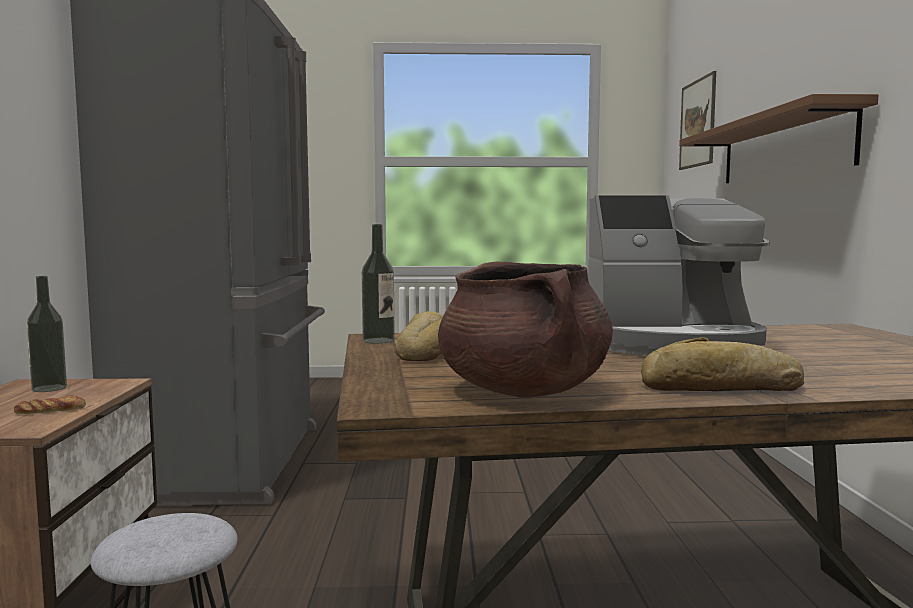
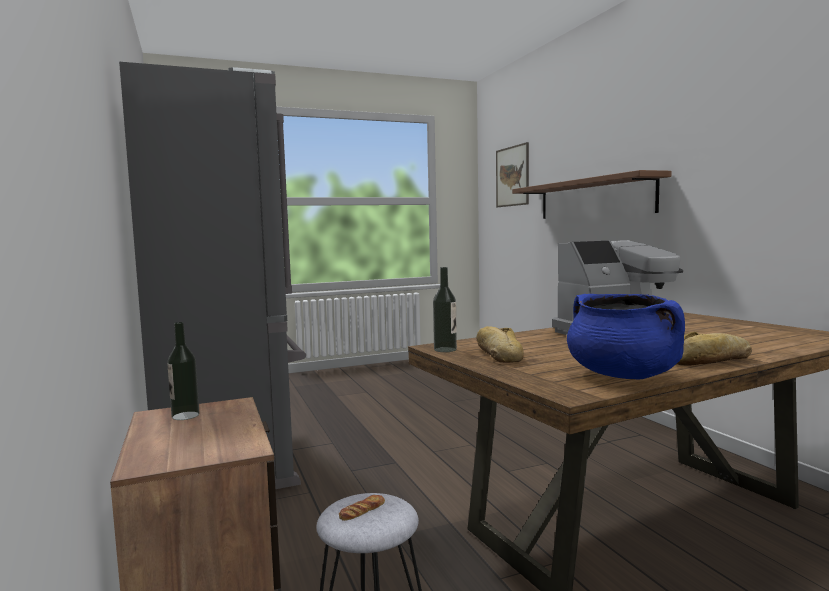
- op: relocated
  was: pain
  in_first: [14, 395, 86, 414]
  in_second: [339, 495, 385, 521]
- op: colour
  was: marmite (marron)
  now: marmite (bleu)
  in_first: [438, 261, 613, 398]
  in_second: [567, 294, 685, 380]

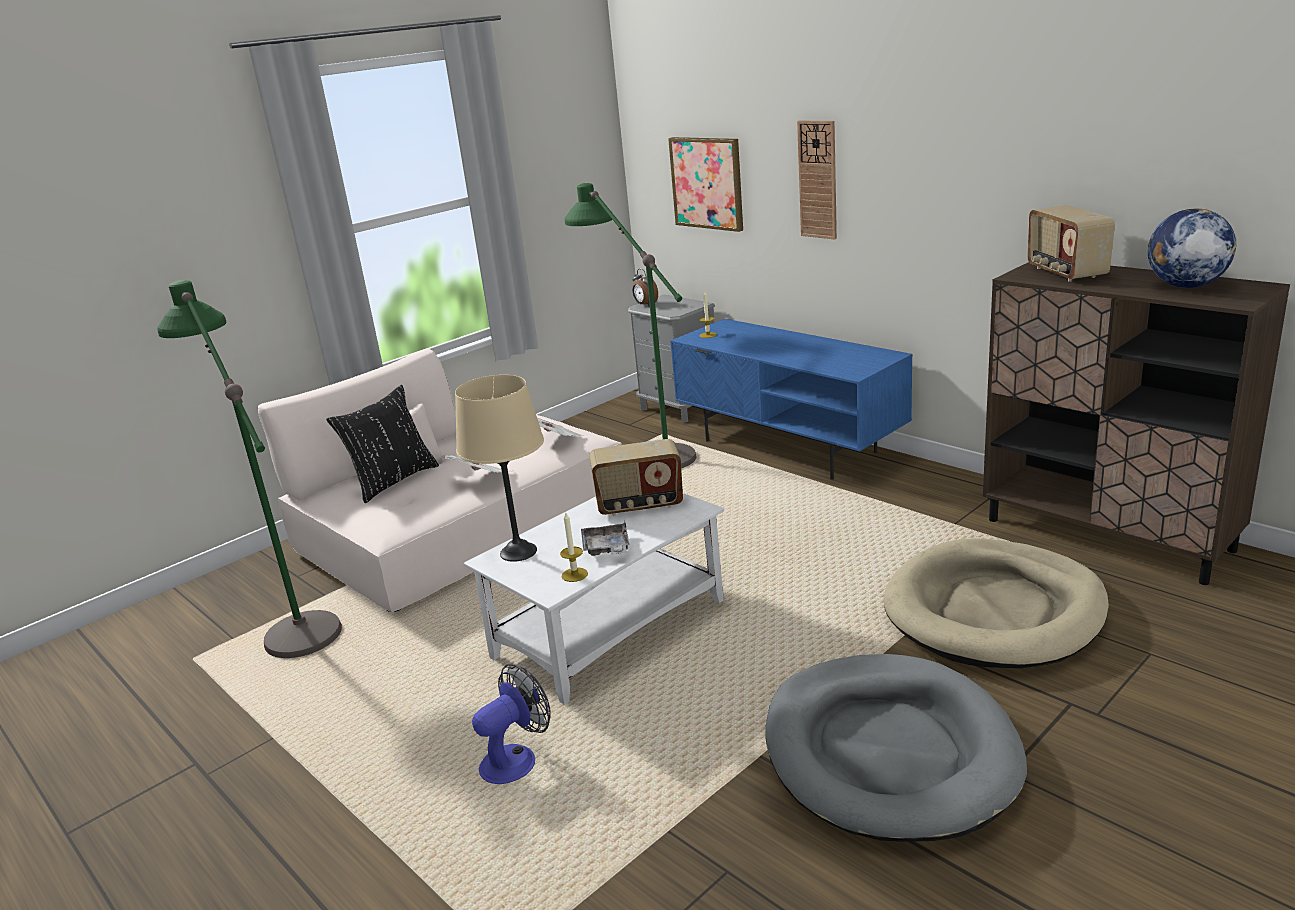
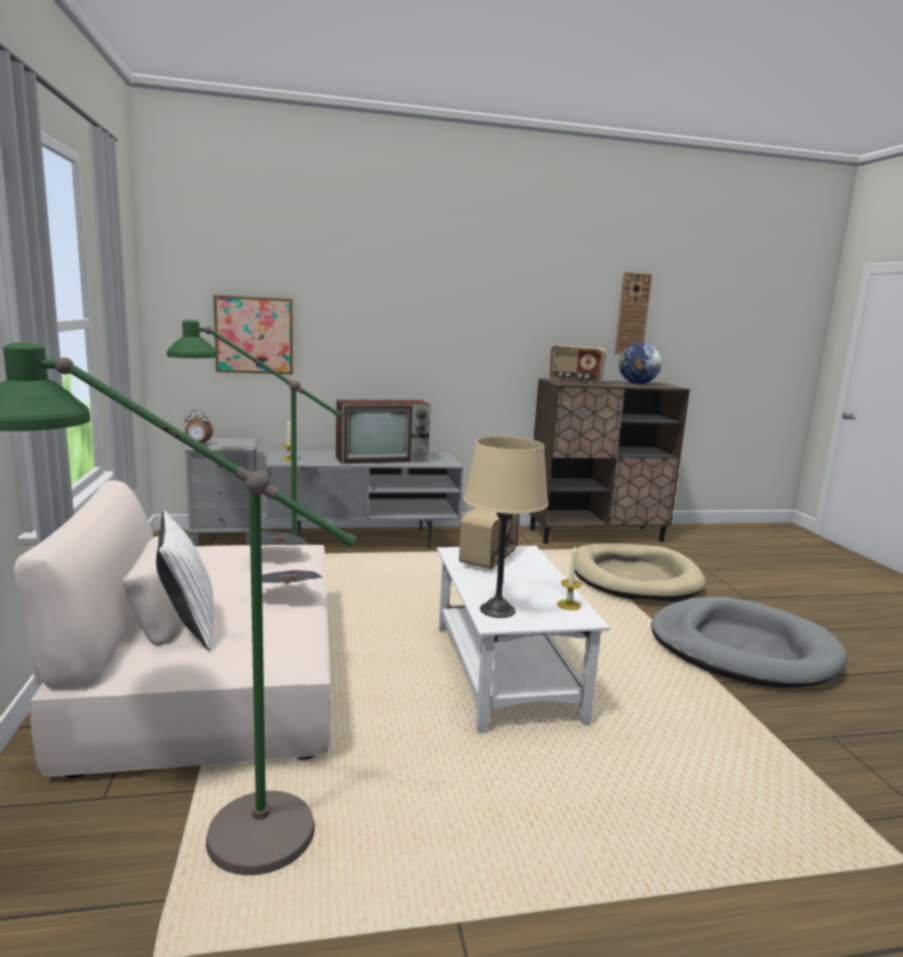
- op: missing
  was: ventilateur
  in_first: [472, 664, 551, 784]
- op: missing
  was: plateau (gris)
  in_first: [581, 520, 630, 556]
- op: appeared
  now: téléviseur
  in_second: [336, 400, 430, 464]
- op: relocated
  was: horloge murale
  in_first: [797, 121, 837, 239]
  in_second: [615, 272, 653, 355]
- op: colour
  was: coussin (noir)
  now: coussin (blanc)
  in_first: [326, 385, 439, 503]
  in_second: [156, 511, 214, 651]
- op: colour
  was: meuble télé (bleu)
  now: meuble télé (gris)
  in_first: [670, 319, 913, 479]
  in_second: [266, 450, 463, 549]

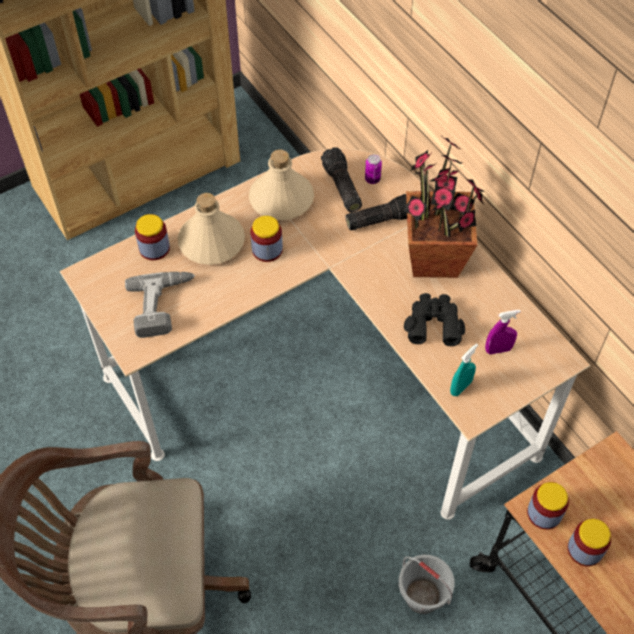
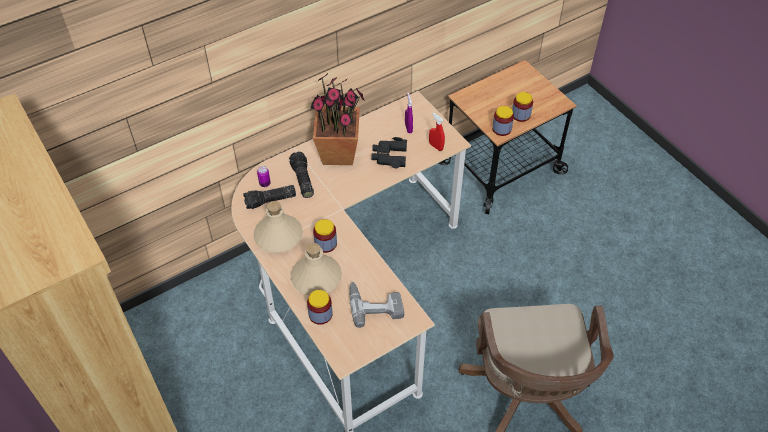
- op: missing
  was: seau (gris)
  in_first: [399, 554, 454, 614]
- op: colour
  was: vaporisateur (turquoise)
  now: vaporisateur (rouge)
  in_first: [450, 344, 478, 396]
  in_second: [429, 113, 445, 151]

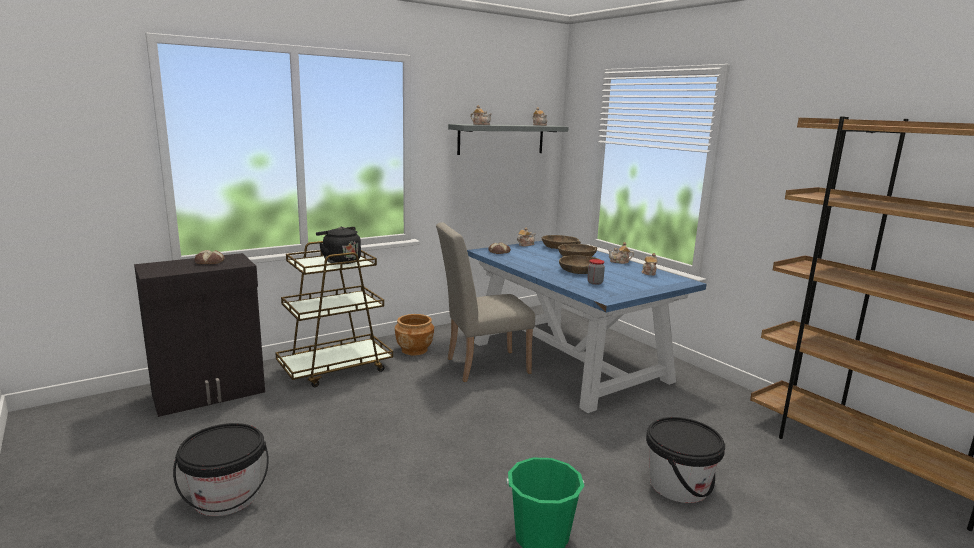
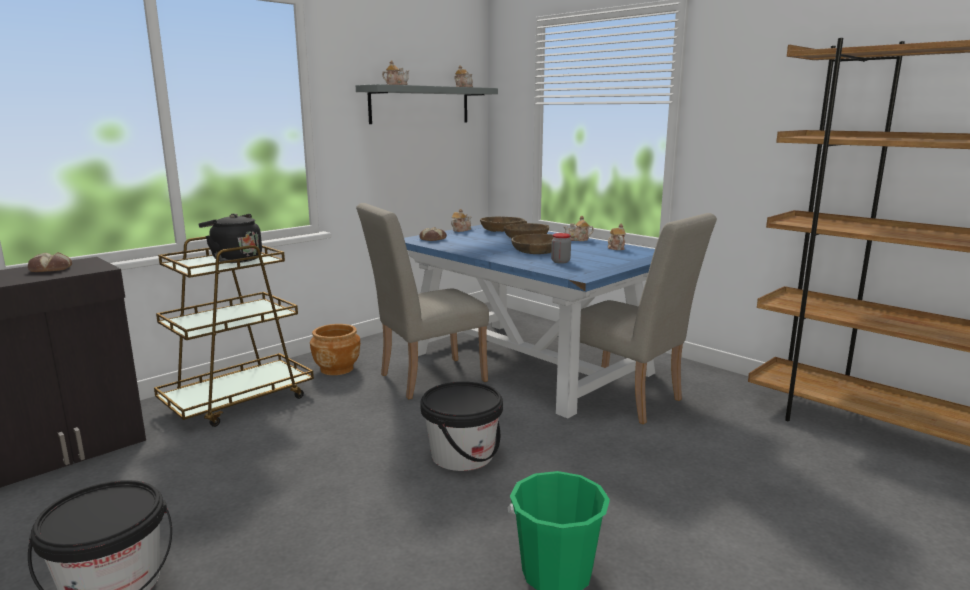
- op: appeared
  now: chaise (beige)
  in_second: [580, 213, 717, 424]
- op: relocated
  was: seau (noir)
  in_first: [646, 417, 725, 503]
  in_second: [420, 382, 503, 471]

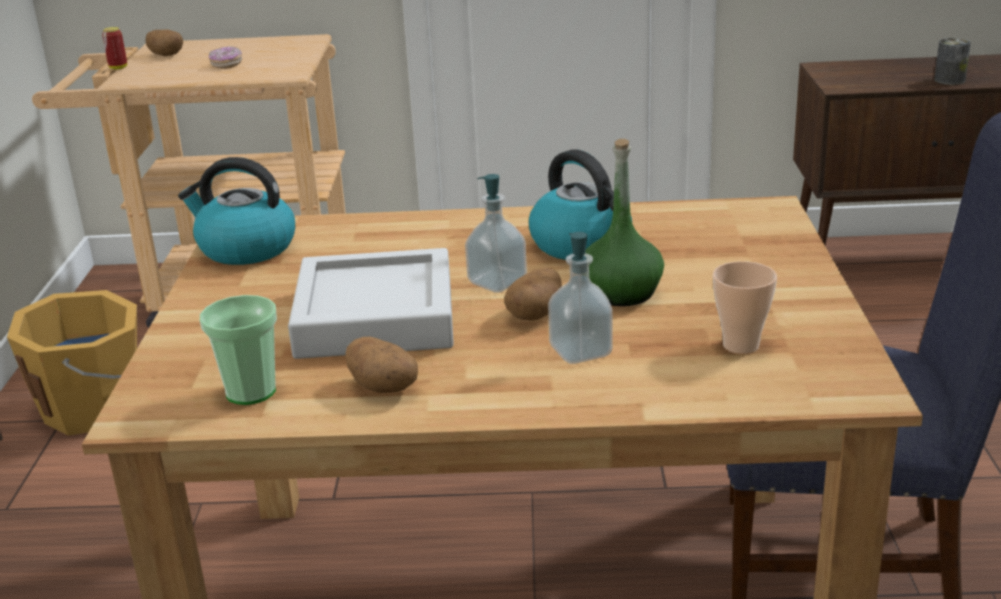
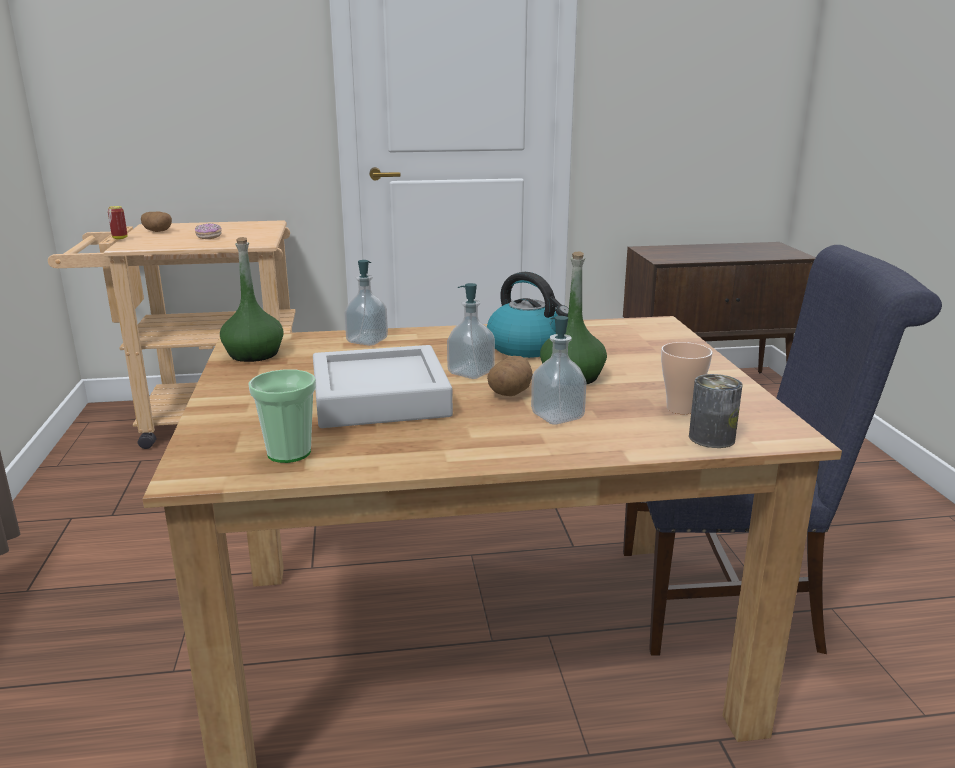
- op: missing
  was: seau (orange)
  in_first: [7, 290, 137, 436]
- op: missing
  was: pomme de terre
  in_first: [346, 337, 418, 393]
- op: appeared
  now: distributeur de savon
  in_second: [344, 260, 388, 346]
- op: relocated
  was: boîte métallique
  in_first: [934, 38, 971, 85]
  in_second: [689, 374, 743, 448]
- op: exchanged
  was: bouilloire
  now: bouteille (vert)
  in_first: [178, 157, 295, 265]
  in_second: [220, 237, 284, 362]

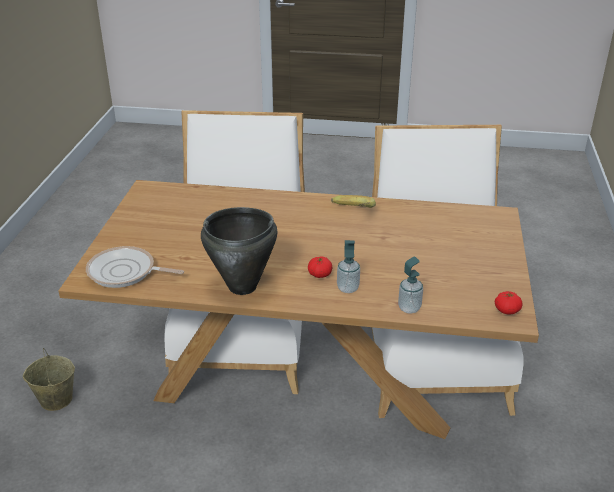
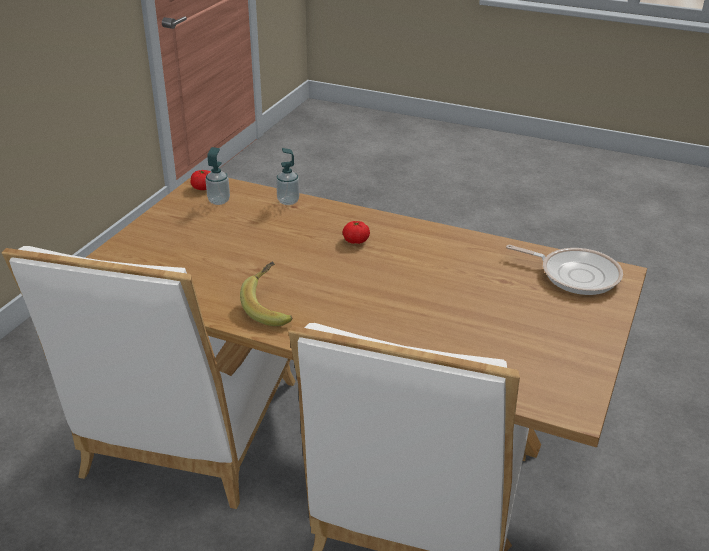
- op: missing
  was: seau (beige)
  in_first: [23, 348, 75, 411]
- op: missing
  was: marmite (noir)
  in_first: [201, 207, 278, 295]
- op: relocated
  was: distributeur de savon
  in_first: [337, 240, 360, 293]
  in_second: [205, 147, 230, 205]

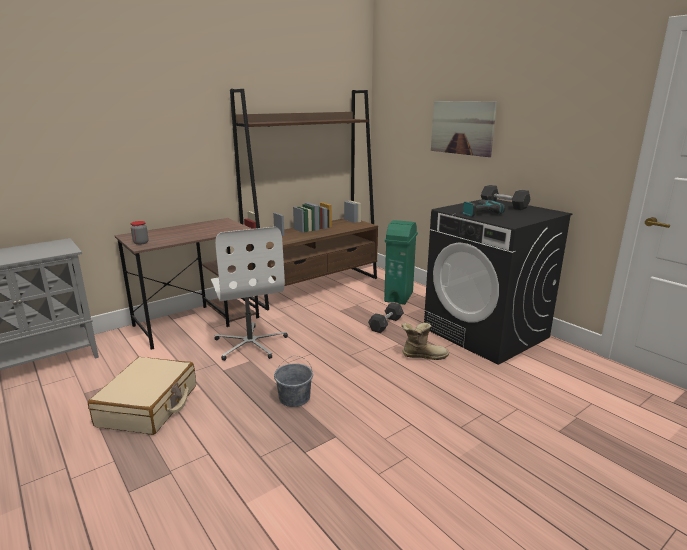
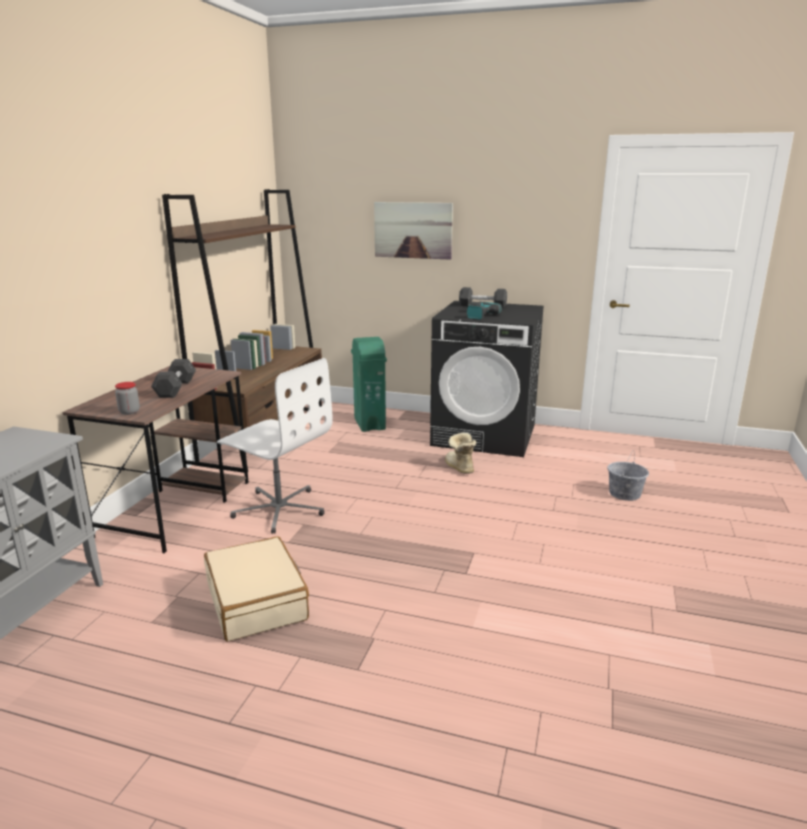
- op: relocated
  was: seau (gris)
  in_first: [274, 356, 313, 407]
  in_second: [607, 451, 649, 501]
- op: relocated
  was: haltère (gris)
  in_first: [368, 302, 404, 333]
  in_second: [151, 359, 196, 398]
- op: spun
  was: botte
  in_first: [401, 323, 449, 360]
  in_second: [445, 433, 476, 474]
  clockwise: -75

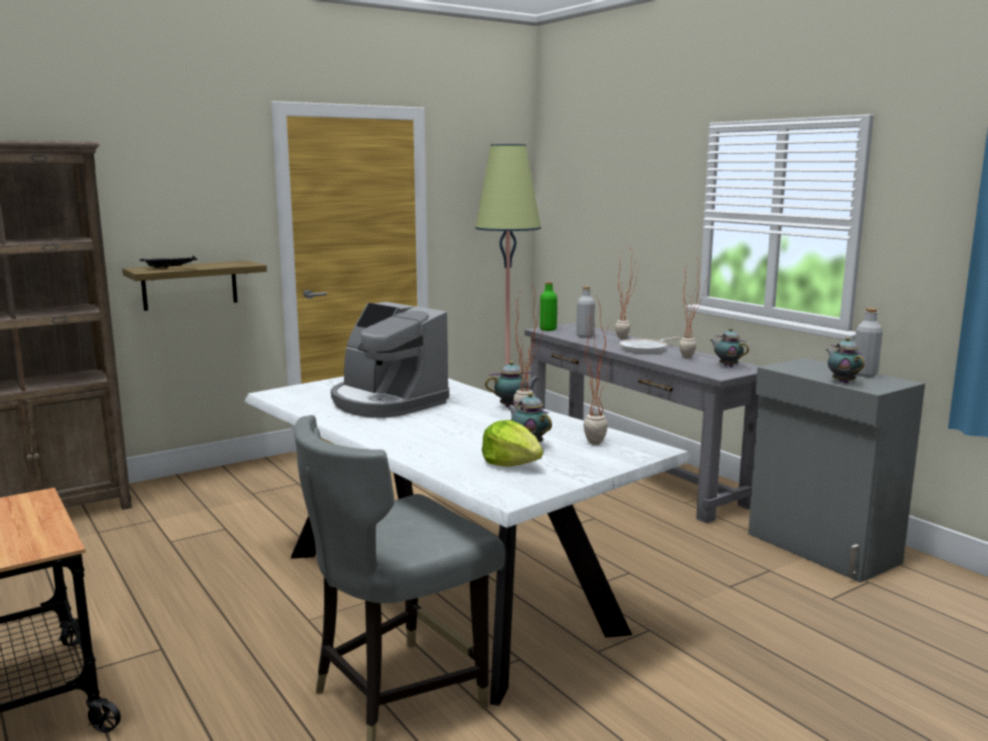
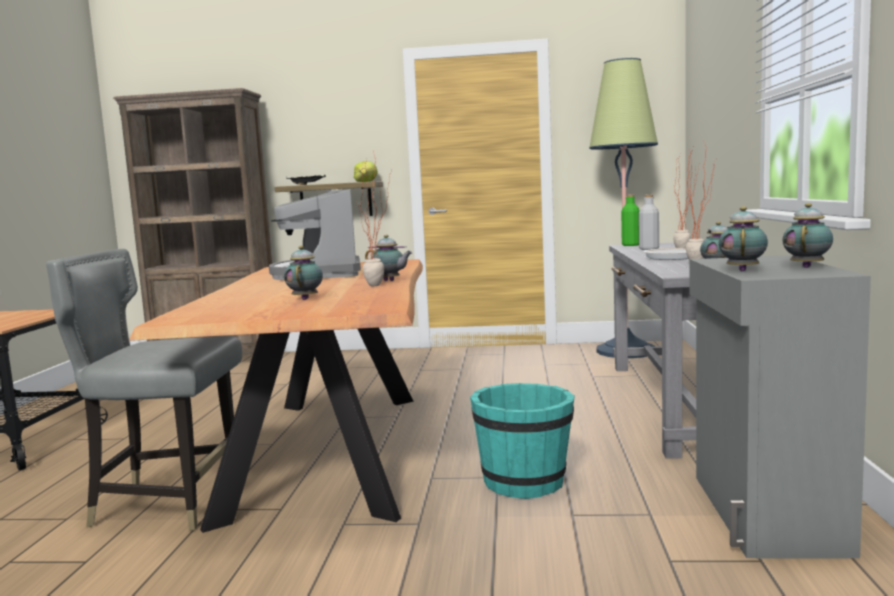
- op: missing
  was: plante en pot
  in_first: [583, 296, 610, 445]
- op: appeared
  now: seau (turquoise)
  in_second: [470, 383, 575, 499]
- op: relocated
  was: laitue
  in_first: [482, 420, 543, 467]
  in_second: [354, 161, 378, 182]
- op: exchanged
  was: bouteille (gris)
  now: théière
  in_first: [855, 308, 883, 377]
  in_second: [783, 203, 833, 268]
- op: colour
  was: table à manger (blanc)
  now: table à manger (marron)
  in_first: [244, 376, 692, 706]
  in_second: [129, 259, 423, 533]

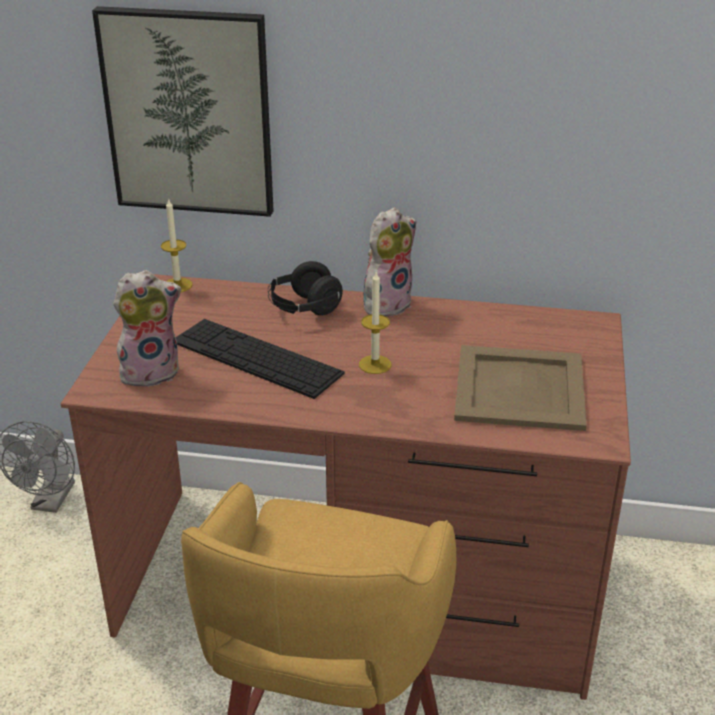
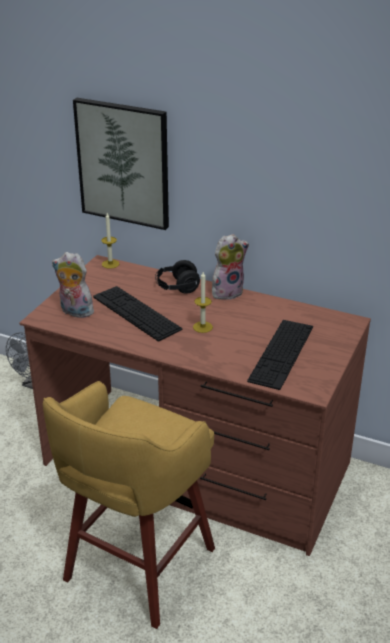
- op: exchanged
  was: plateau (beige)
  now: clavier
  in_first: [454, 345, 587, 431]
  in_second: [247, 320, 313, 390]
- op: spun
  was: peluche
  in_first: [113, 270, 182, 390]
  in_second: [52, 252, 94, 318]
  clockwise: -150

